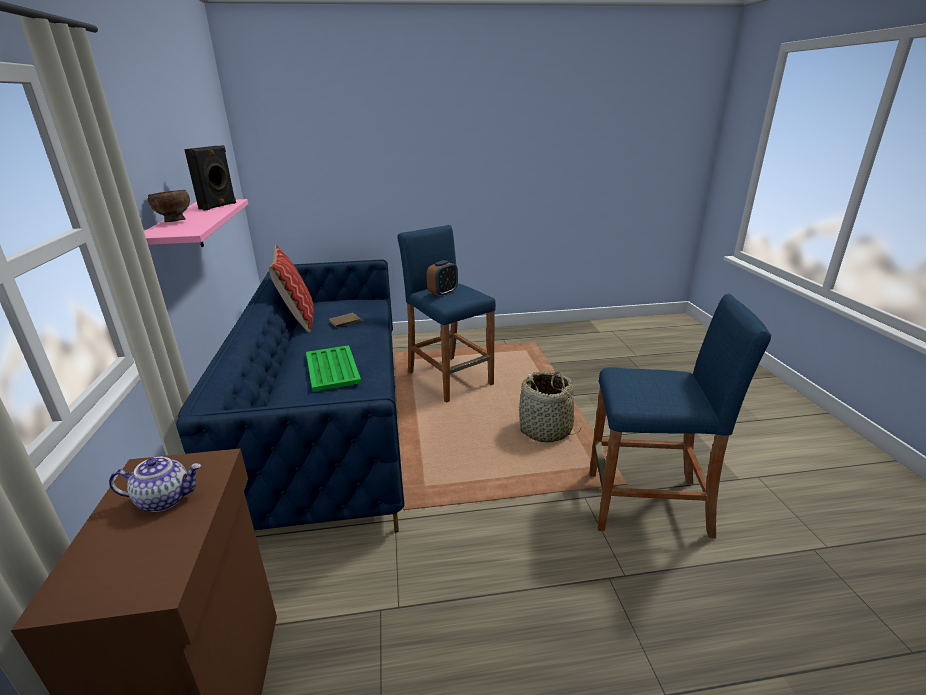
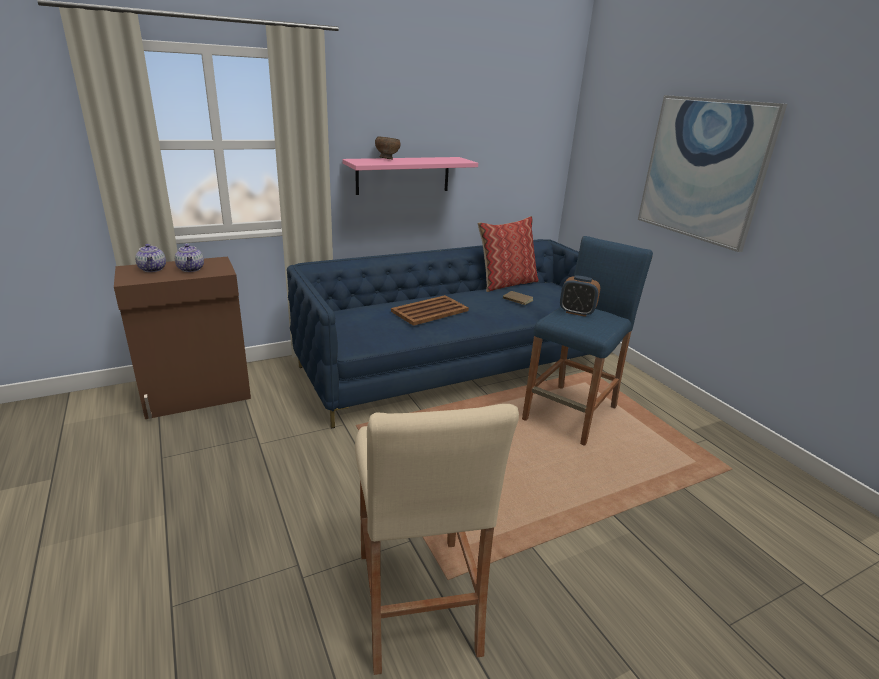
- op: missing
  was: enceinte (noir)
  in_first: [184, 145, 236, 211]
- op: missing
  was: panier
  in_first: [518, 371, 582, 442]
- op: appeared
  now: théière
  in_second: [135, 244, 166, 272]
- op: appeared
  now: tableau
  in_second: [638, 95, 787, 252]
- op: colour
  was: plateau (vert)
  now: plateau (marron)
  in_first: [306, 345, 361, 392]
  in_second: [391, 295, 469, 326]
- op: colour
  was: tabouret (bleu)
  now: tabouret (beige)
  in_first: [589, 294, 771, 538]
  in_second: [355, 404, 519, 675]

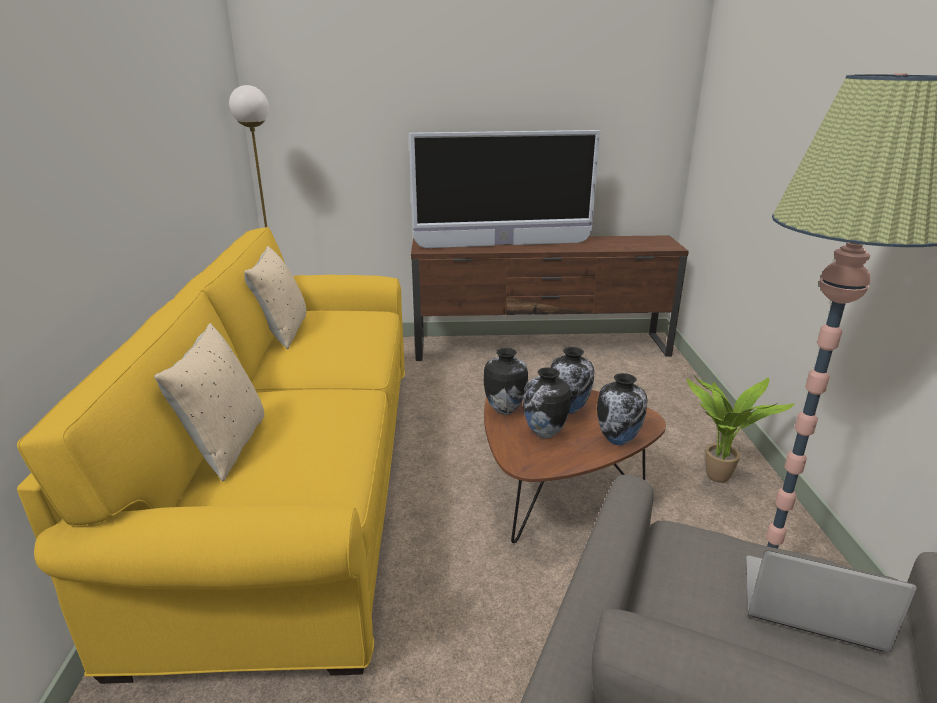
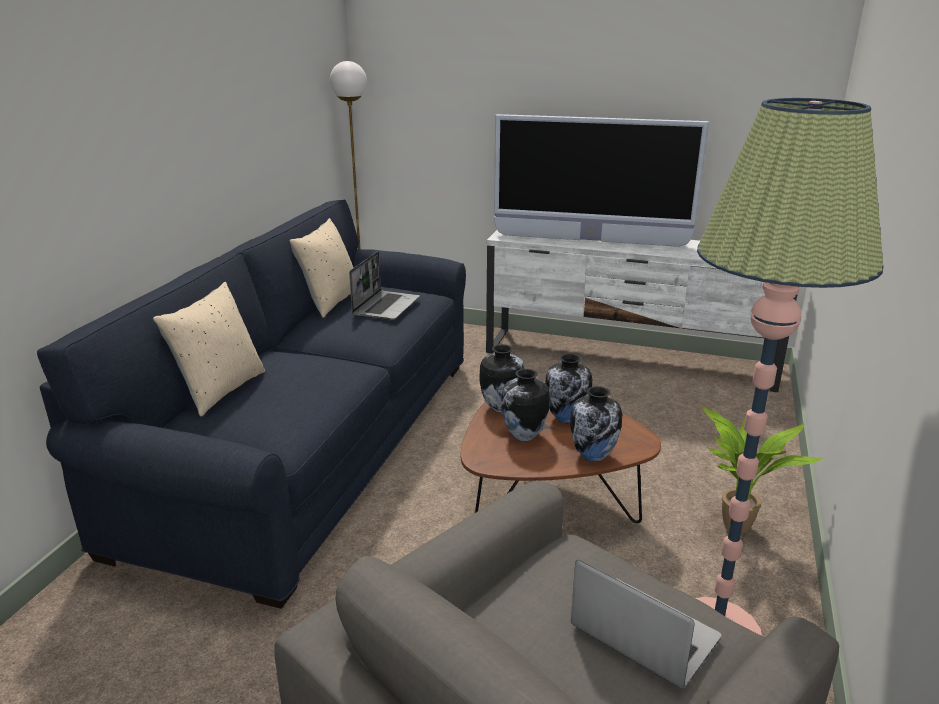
- op: appeared
  now: ordinateur portable
  in_second: [349, 251, 420, 320]
- op: colour
  was: canapé (jaune)
  now: canapé (bleu)
  in_first: [17, 227, 405, 684]
  in_second: [37, 200, 466, 609]
- op: colour
  was: meuble télé (marron)
  now: meuble télé (blanc)
  in_first: [411, 235, 689, 361]
  in_second: [486, 230, 798, 392]

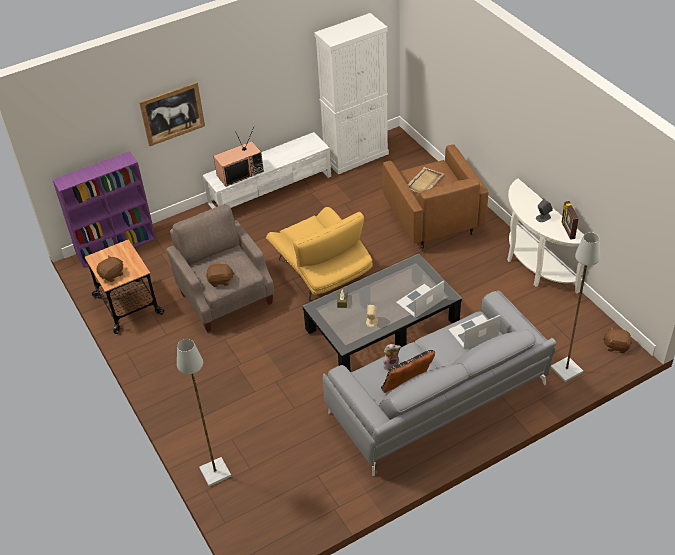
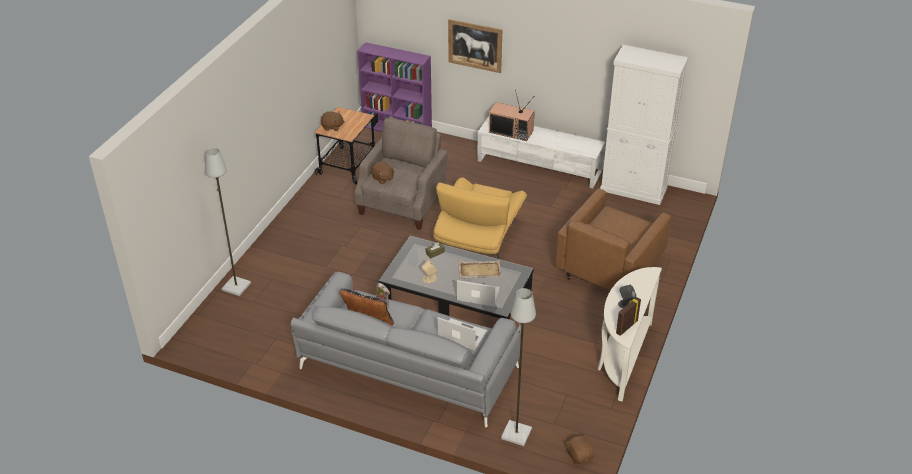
- op: relocated
  was: plateau (beige)
  in_first: [408, 167, 444, 193]
  in_second: [458, 260, 502, 278]

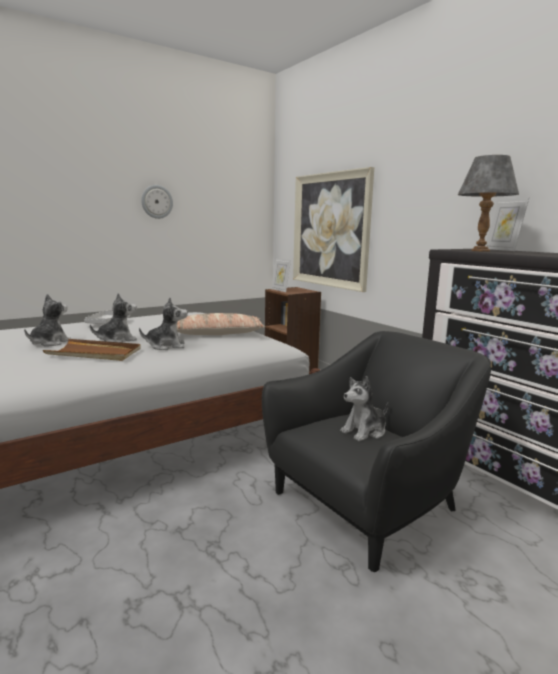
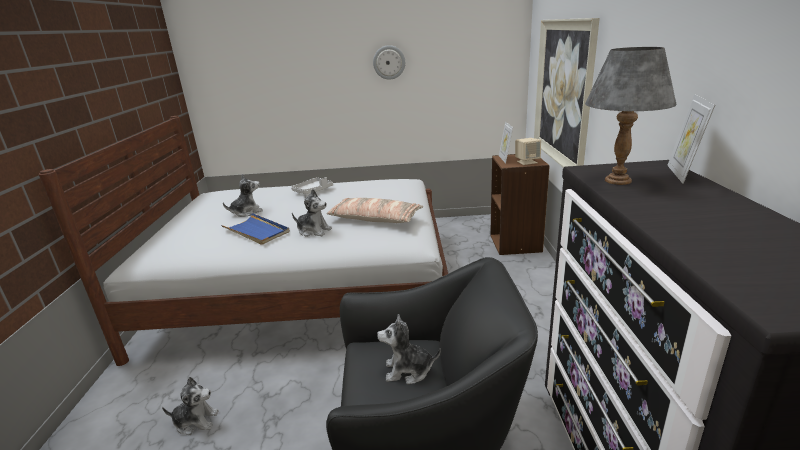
- op: appeared
  now: enceinte (beige)
  in_second: [515, 138, 541, 165]
- op: relocated
  was: peluche
  in_first: [90, 293, 137, 343]
  in_second: [162, 377, 219, 435]
- op: colour
  was: plateau (marron)
  now: plateau (bleu)
  in_first: [43, 339, 141, 361]
  in_second: [221, 213, 290, 245]

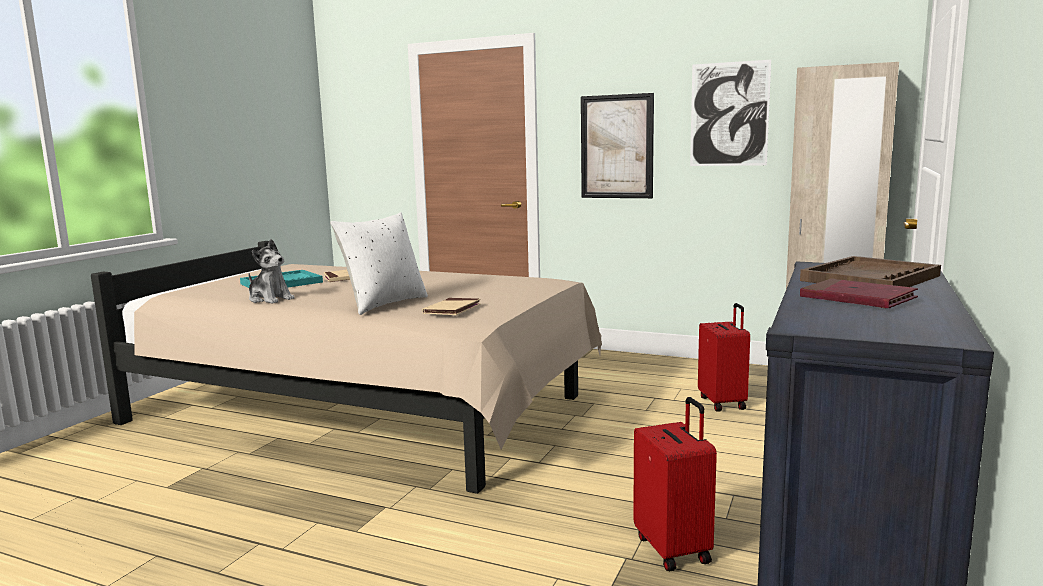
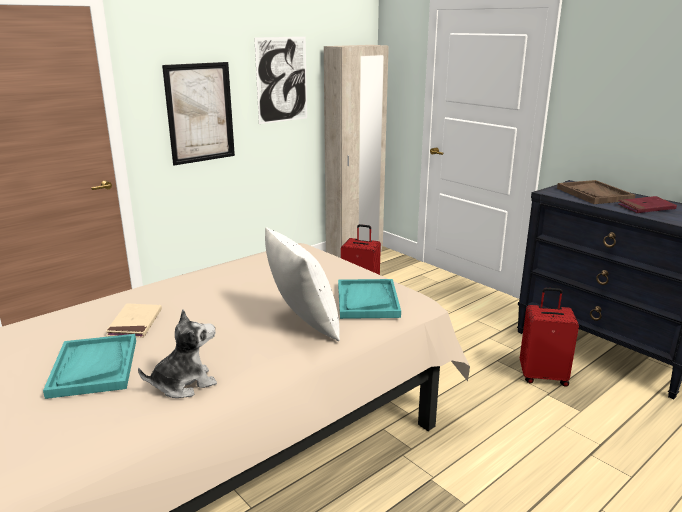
- op: exchanged
  was: livre (beige)
  now: plateau (turquoise)
  in_first: [422, 298, 481, 315]
  in_second: [338, 279, 401, 319]

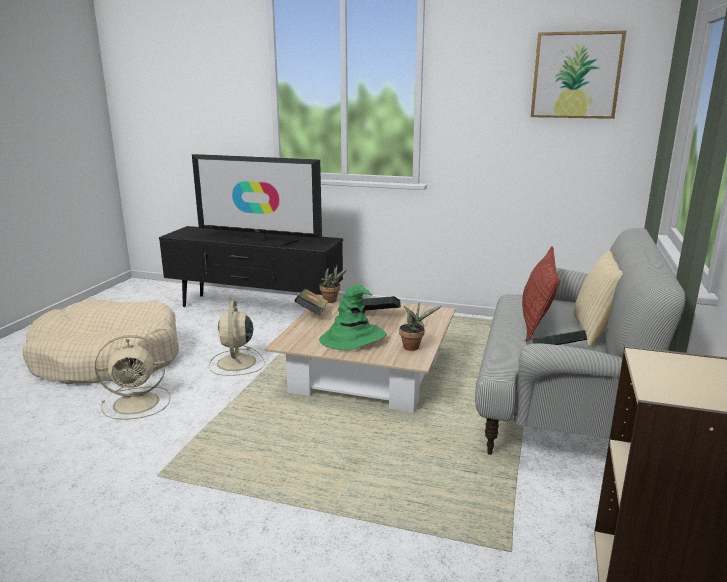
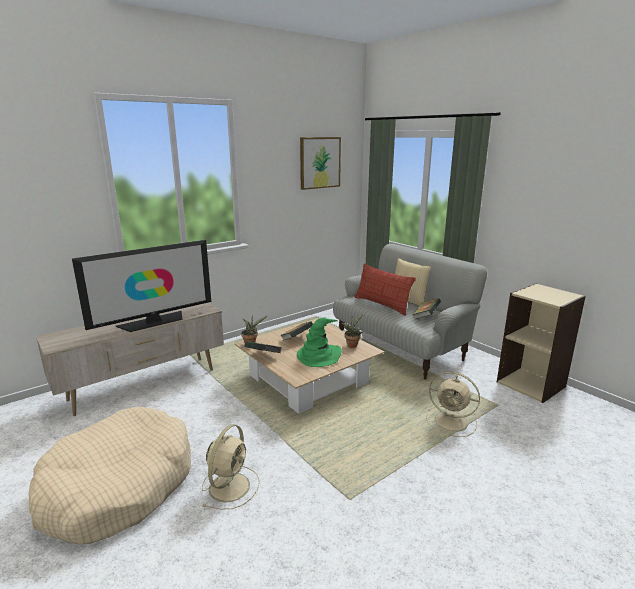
- op: relocated
  was: ventilateur (beige)
  in_first: [209, 301, 265, 376]
  in_second: [426, 372, 480, 437]
- op: colour
  was: meuble télé (noir)
  now: meuble télé (beige)
  in_first: [159, 226, 343, 307]
  in_second: [36, 302, 224, 416]

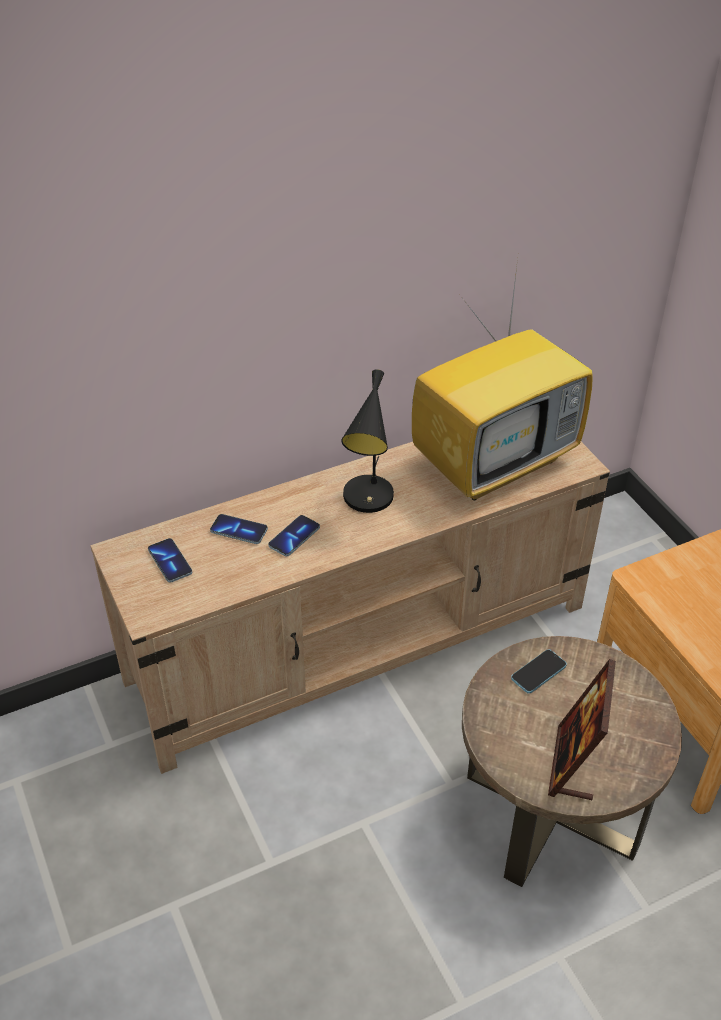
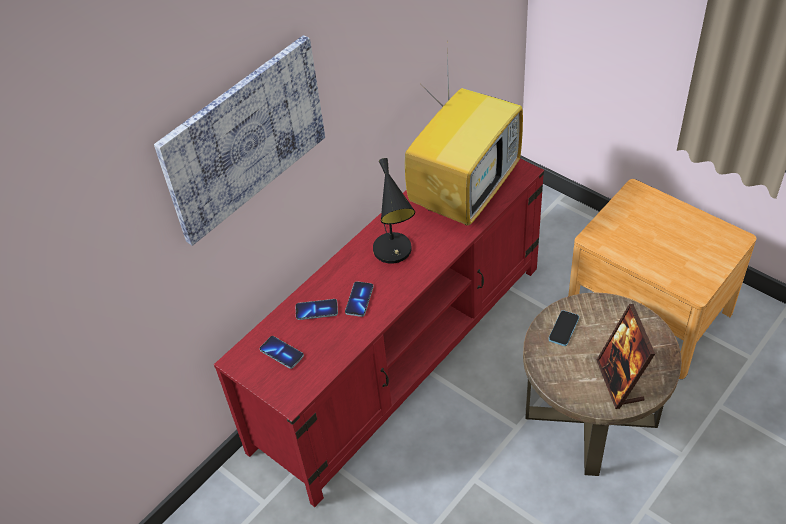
- op: appeared
  now: tableau
  in_second: [154, 35, 325, 246]
- op: colour
  was: meuble télé (beige)
  now: meuble télé (rouge)
  in_first: [90, 442, 610, 774]
  in_second: [214, 158, 544, 507]

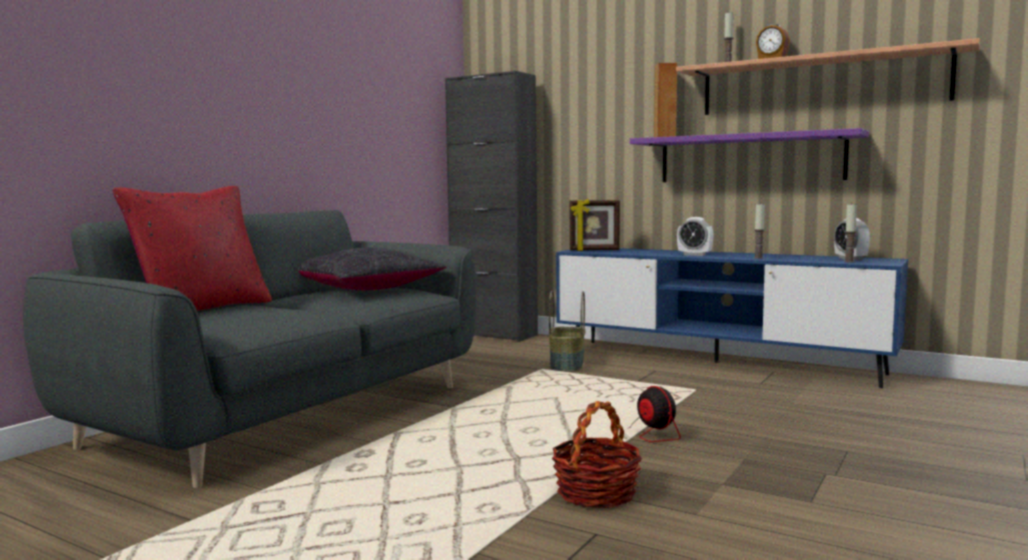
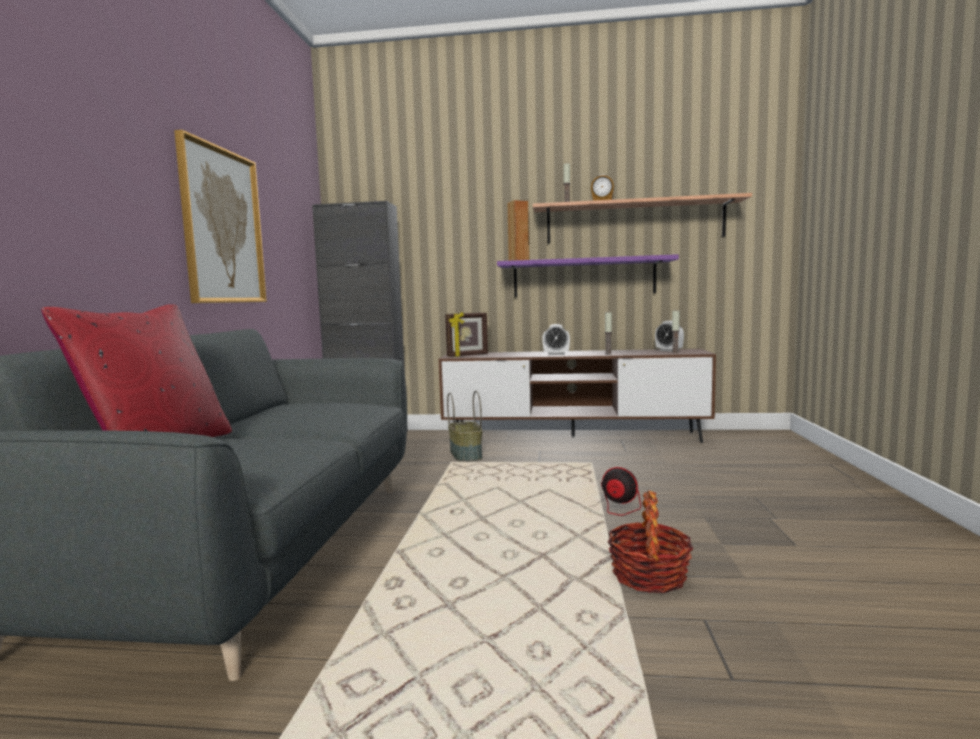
- op: missing
  was: coussin (noir)
  in_first: [298, 247, 447, 290]
- op: appeared
  now: tableau
  in_second: [174, 130, 267, 303]
- op: colour
  was: meuble télé (bleu)
  now: meuble télé (marron)
  in_first: [556, 248, 908, 388]
  in_second: [439, 349, 716, 443]

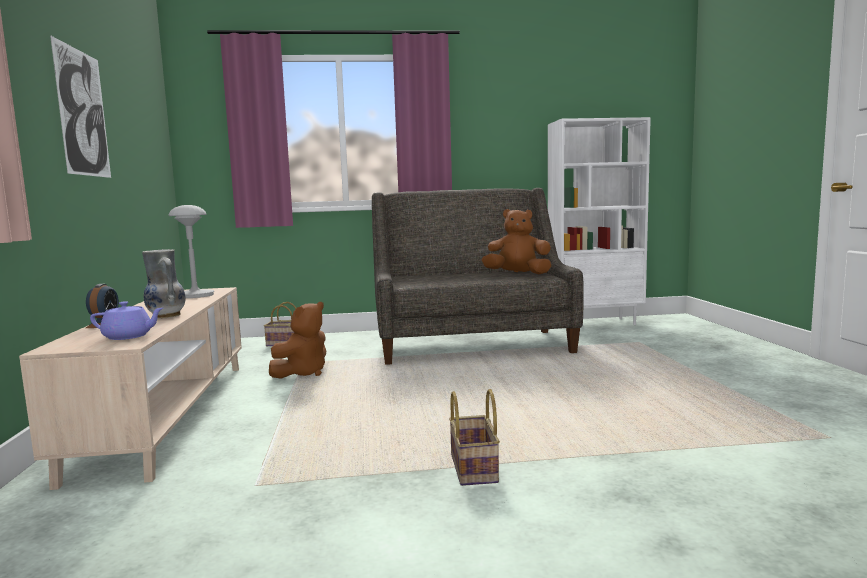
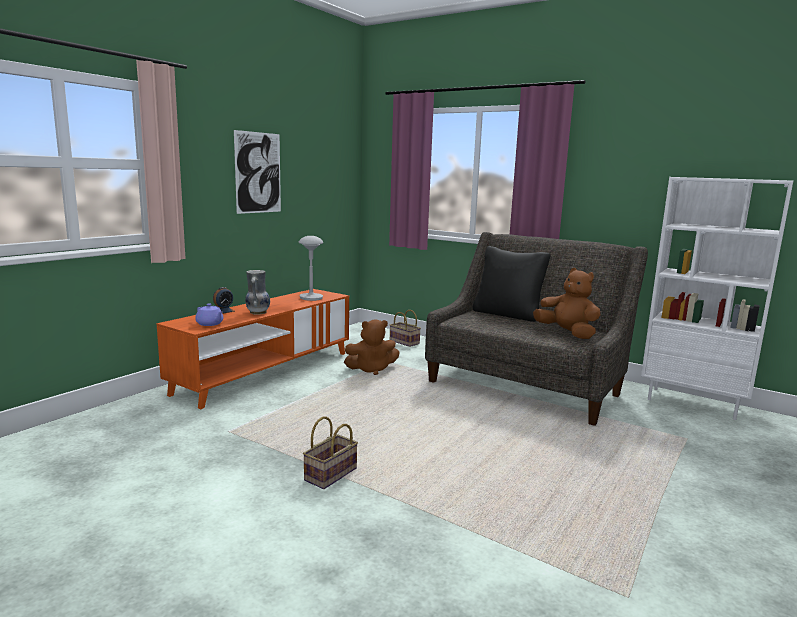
- op: appeared
  now: coussin (noir)
  in_second: [473, 246, 551, 322]
- op: colour
  was: meuble télé (beige)
  now: meuble télé (orange)
  in_first: [19, 287, 242, 490]
  in_second: [157, 289, 349, 409]

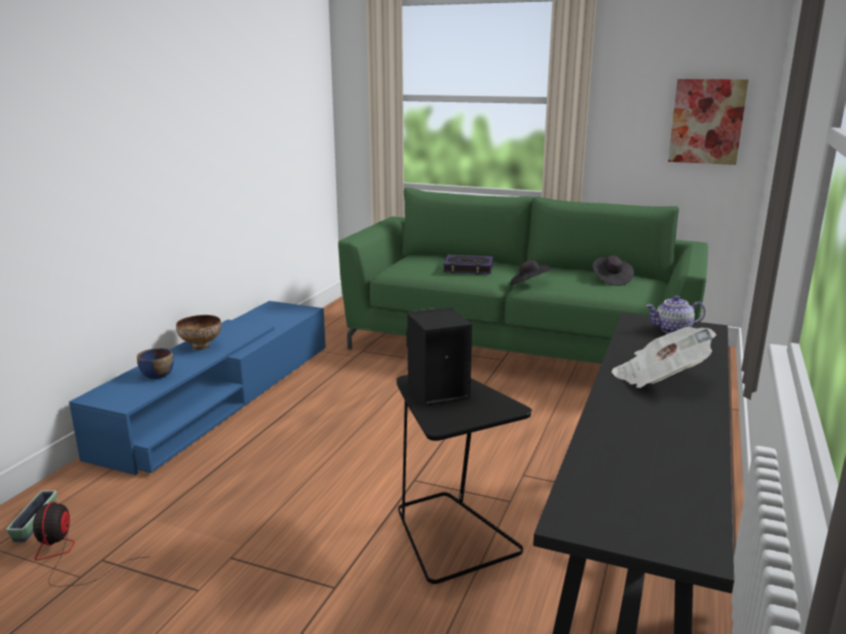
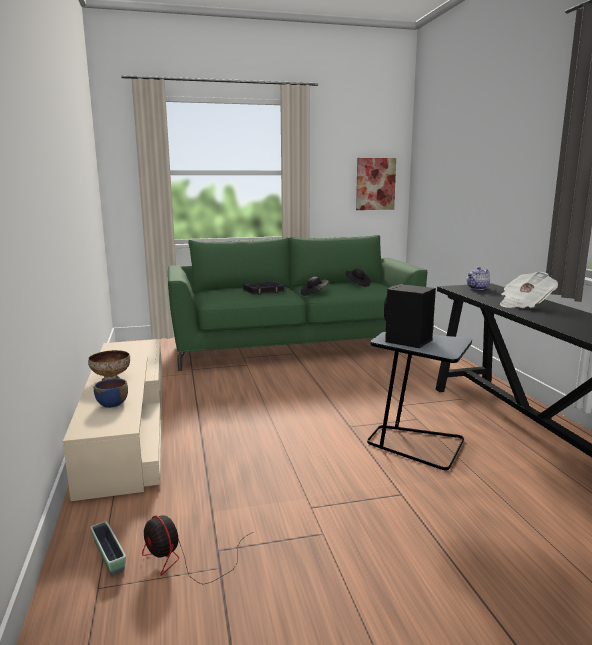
- op: colour
  was: meuble télé (bleu)
  now: meuble télé (beige)
  in_first: [69, 301, 326, 475]
  in_second: [63, 339, 162, 501]

